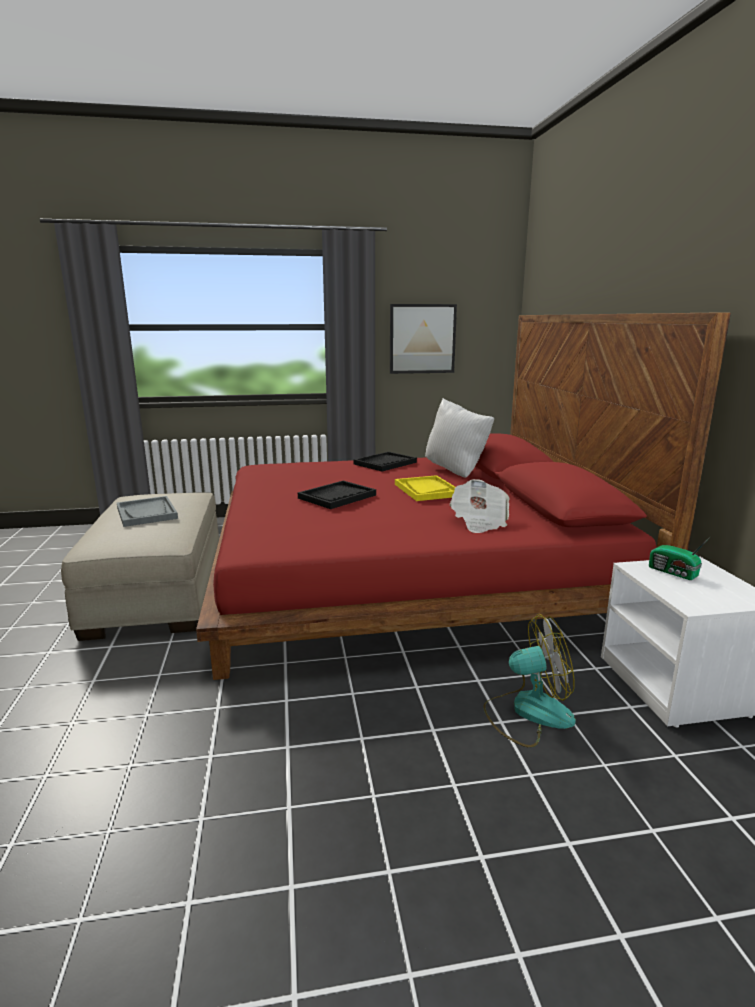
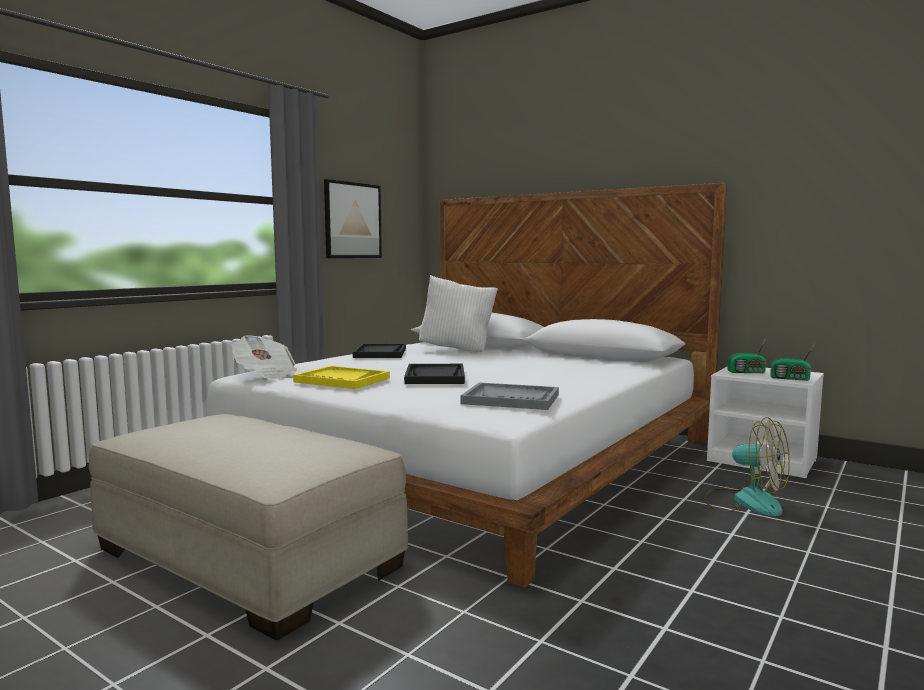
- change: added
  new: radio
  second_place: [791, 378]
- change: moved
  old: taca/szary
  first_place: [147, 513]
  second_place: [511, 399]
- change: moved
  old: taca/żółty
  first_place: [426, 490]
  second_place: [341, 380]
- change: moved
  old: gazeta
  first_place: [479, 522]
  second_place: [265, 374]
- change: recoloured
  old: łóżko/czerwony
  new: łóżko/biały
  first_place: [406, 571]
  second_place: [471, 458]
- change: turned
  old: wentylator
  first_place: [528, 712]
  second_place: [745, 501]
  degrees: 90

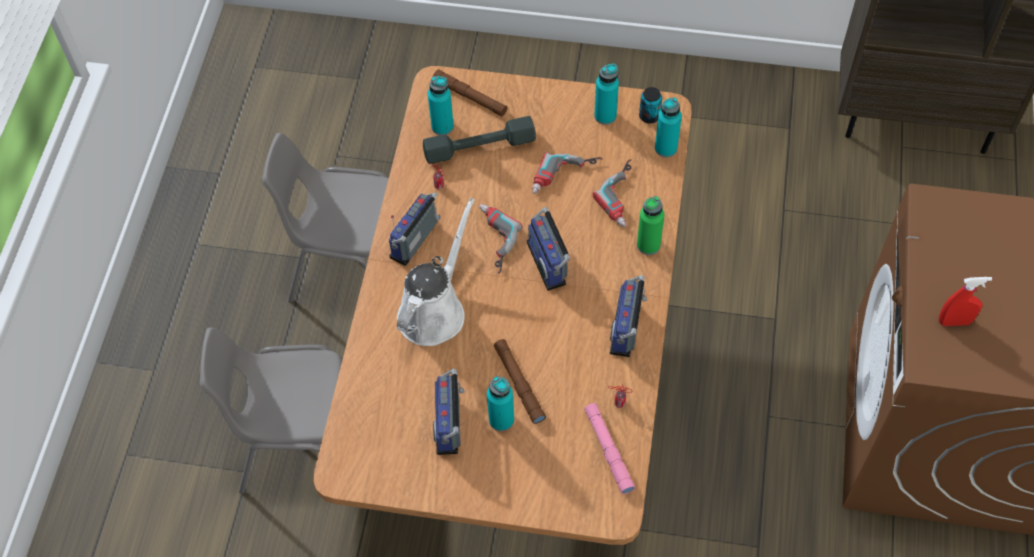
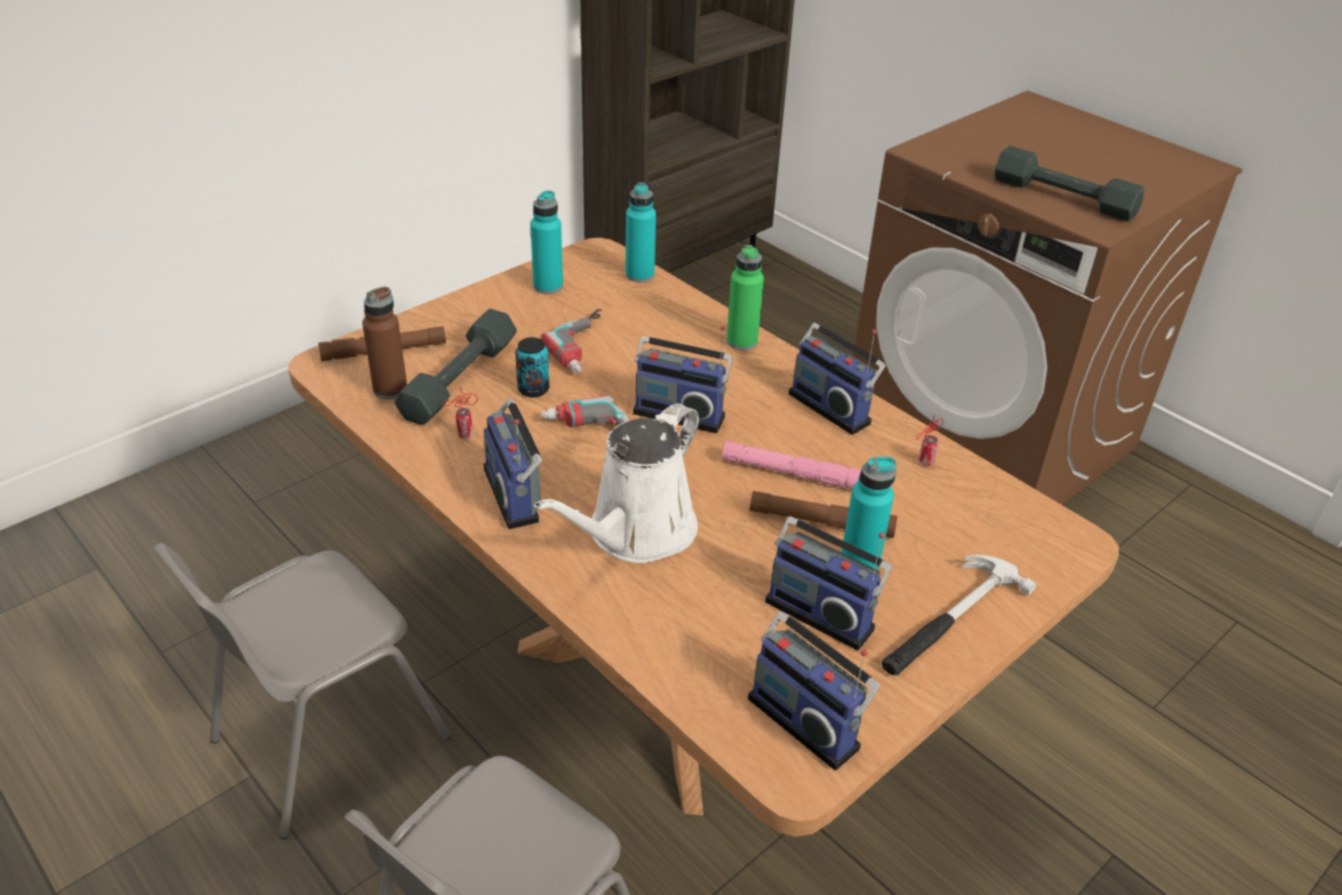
- change: removed
  old: wiertarka
  first_place: [625, 197]
- change: added
  new: radio
  second_place: [807, 719]
- change: added
  new: młotek
  second_place: [949, 620]
- change: moved
  old: latarka/różowy
  first_place: [608, 450]
  second_place: [790, 473]
- change: moved
  old: puszka
  first_place: [649, 116]
  second_place: [533, 389]
- change: replaced
  old: spryskiwacz/czerwony
  new: hantel/szary
  first_place: [954, 321]
  second_place: [1064, 197]
- change: recoloured
  old: butelka/turkusowy
  new: butelka/brązowy
  first_place: [442, 127]
  second_place: [390, 389]
- change: turned
  old: konewka/biały
  first_place: [434, 310]
  second_place: [635, 533]
  degrees: -120

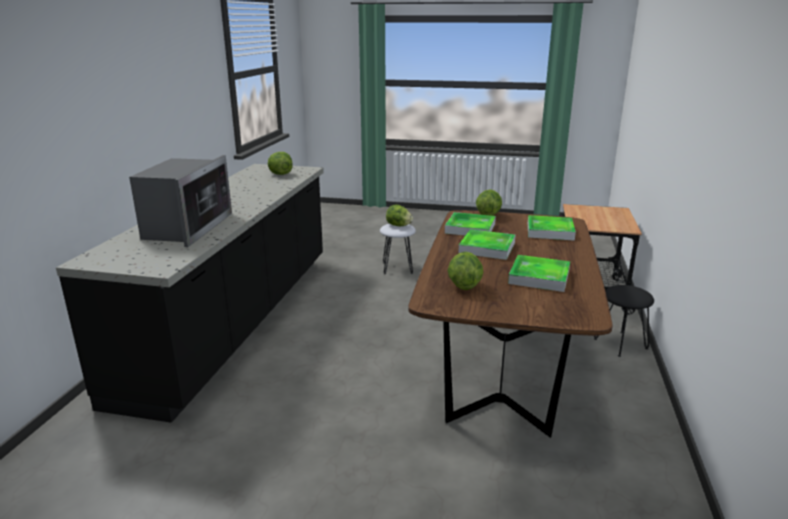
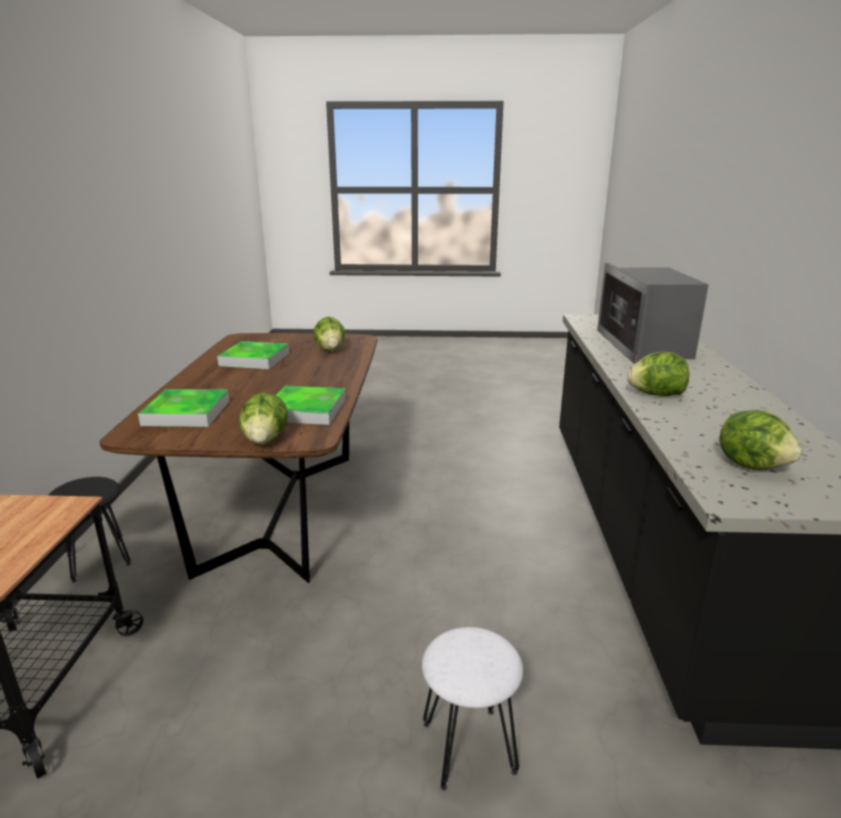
- change: removed
  old: taca
  first_place: [487, 248]
- change: moved
  old: sałata
  first_place: [398, 225]
  second_place: [655, 395]

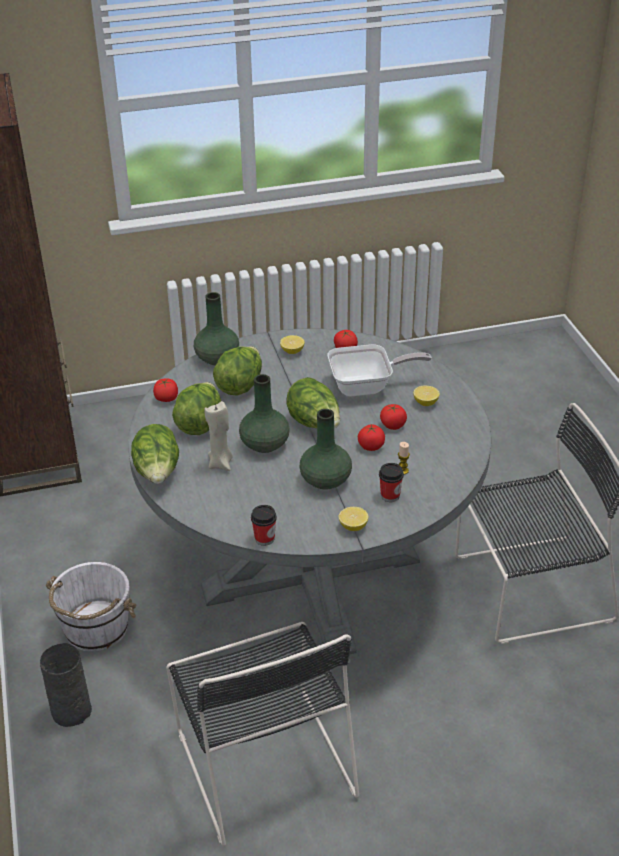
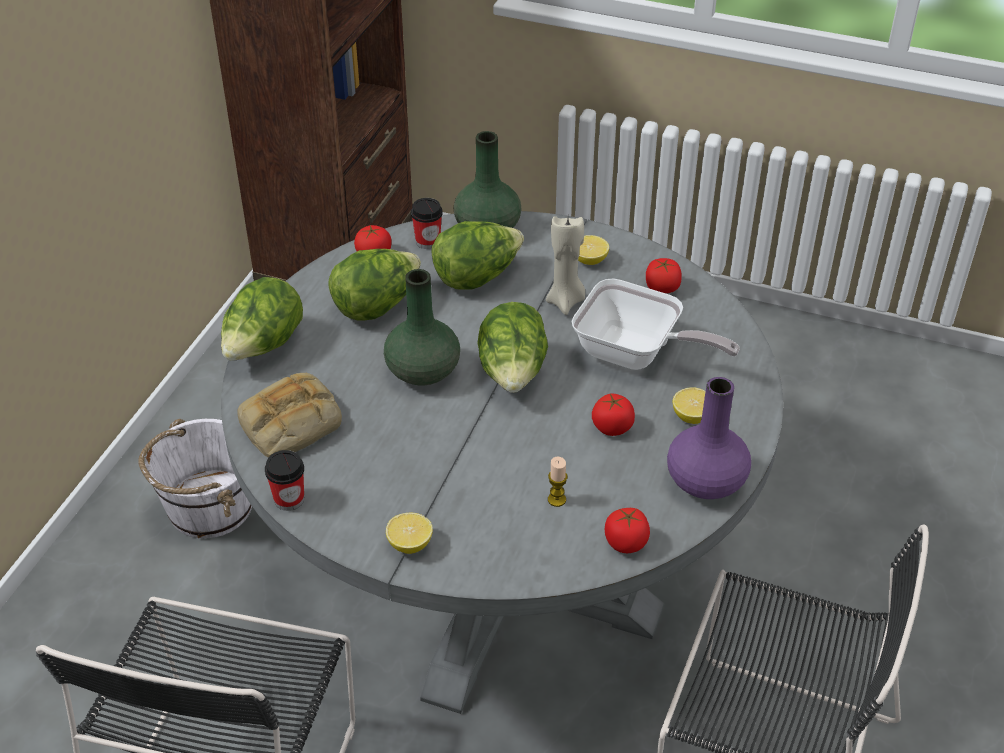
- change: removed
  old: wazon/szary
  first_place: [71, 710]
- change: removed
  old: wazon/zielony
  first_place: [325, 480]
- change: added
  new: chleb
  second_place: [290, 424]
- change: added
  new: wazon/fioletowy
  second_place: [706, 482]
- change: moved
  old: świeca/beżowy
  first_place: [221, 463]
  second_place: [566, 301]
- change: moved
  old: pomidor
  first_place: [371, 446]
  second_place: [626, 542]
- change: moved
  old: filiżanka
  first_place: [390, 496]
  second_place: [428, 241]

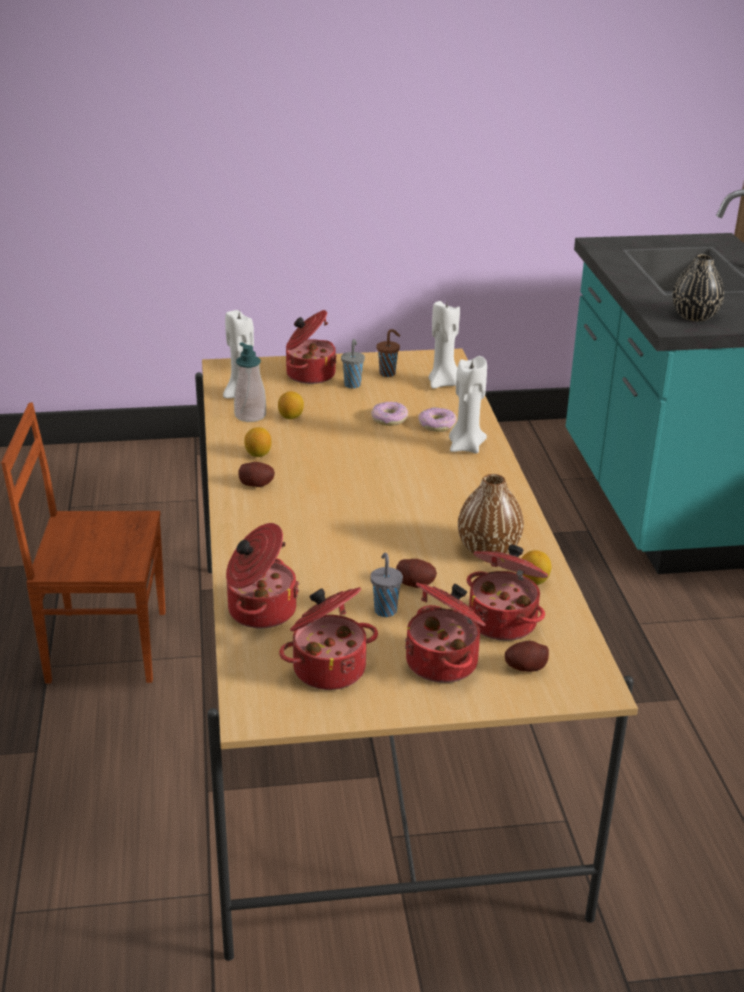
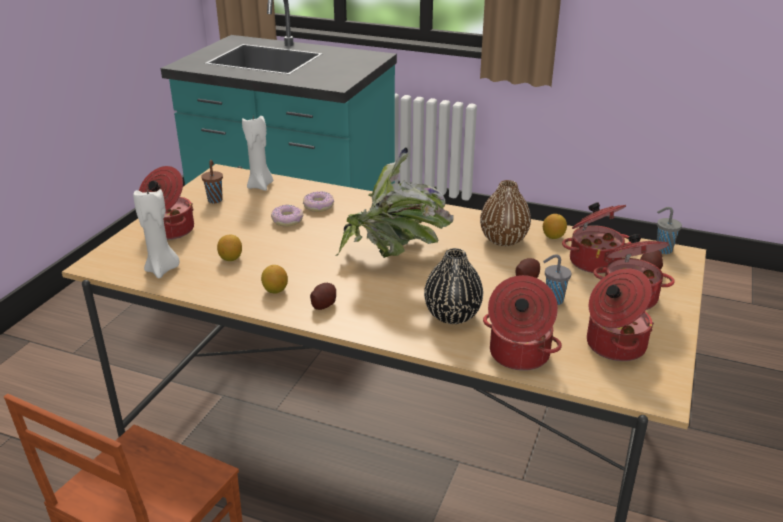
- change: removed
  old: dozownik mydła
  first_place: [250, 415]
- change: removed
  old: świeca/biały
  first_place: [465, 447]
- change: added
  new: roślina doniczkowa
  second_place: [393, 254]
- change: moved
  old: filiżanka/szary
  first_place: [352, 384]
  second_place: [662, 250]
- change: moved
  old: wazon/czarny
  first_place: [694, 316]
  second_place: [452, 315]

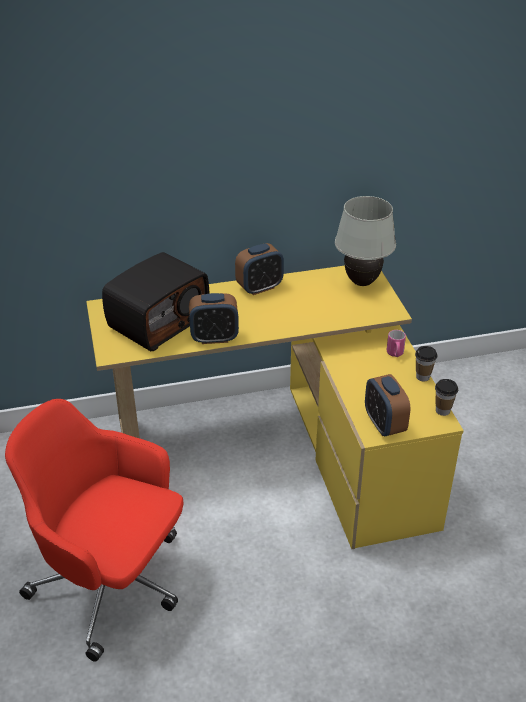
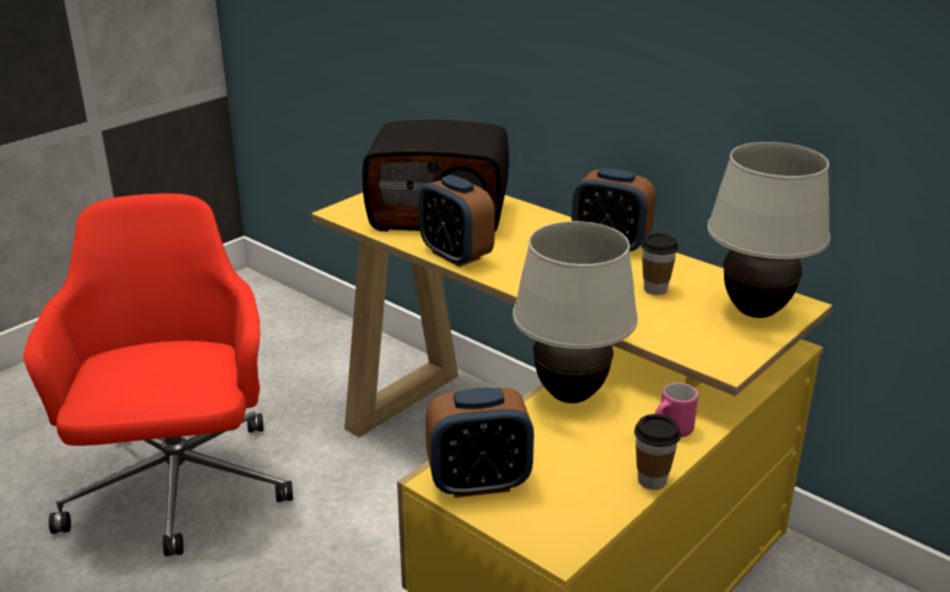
- change: added
  new: lampa stołowa/biały
  second_place: [570, 396]
- change: moved
  old: filiżanka
  first_place: [442, 410]
  second_place: [655, 289]
- change: turned
  old: budzik
  first_place: [384, 424]
  second_place: [479, 483]
  degrees: -135

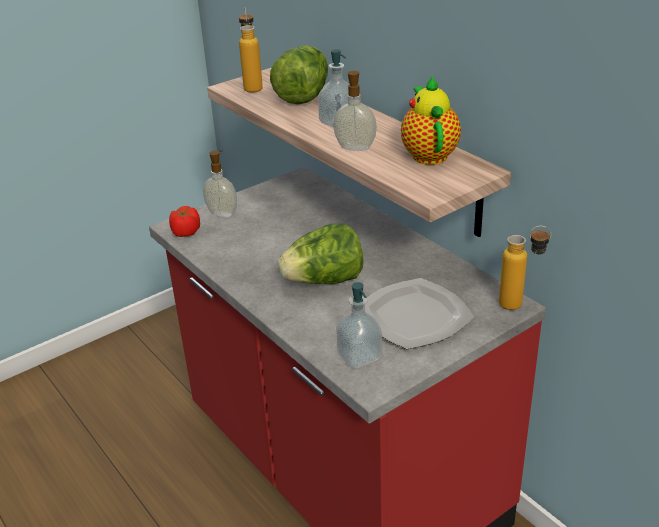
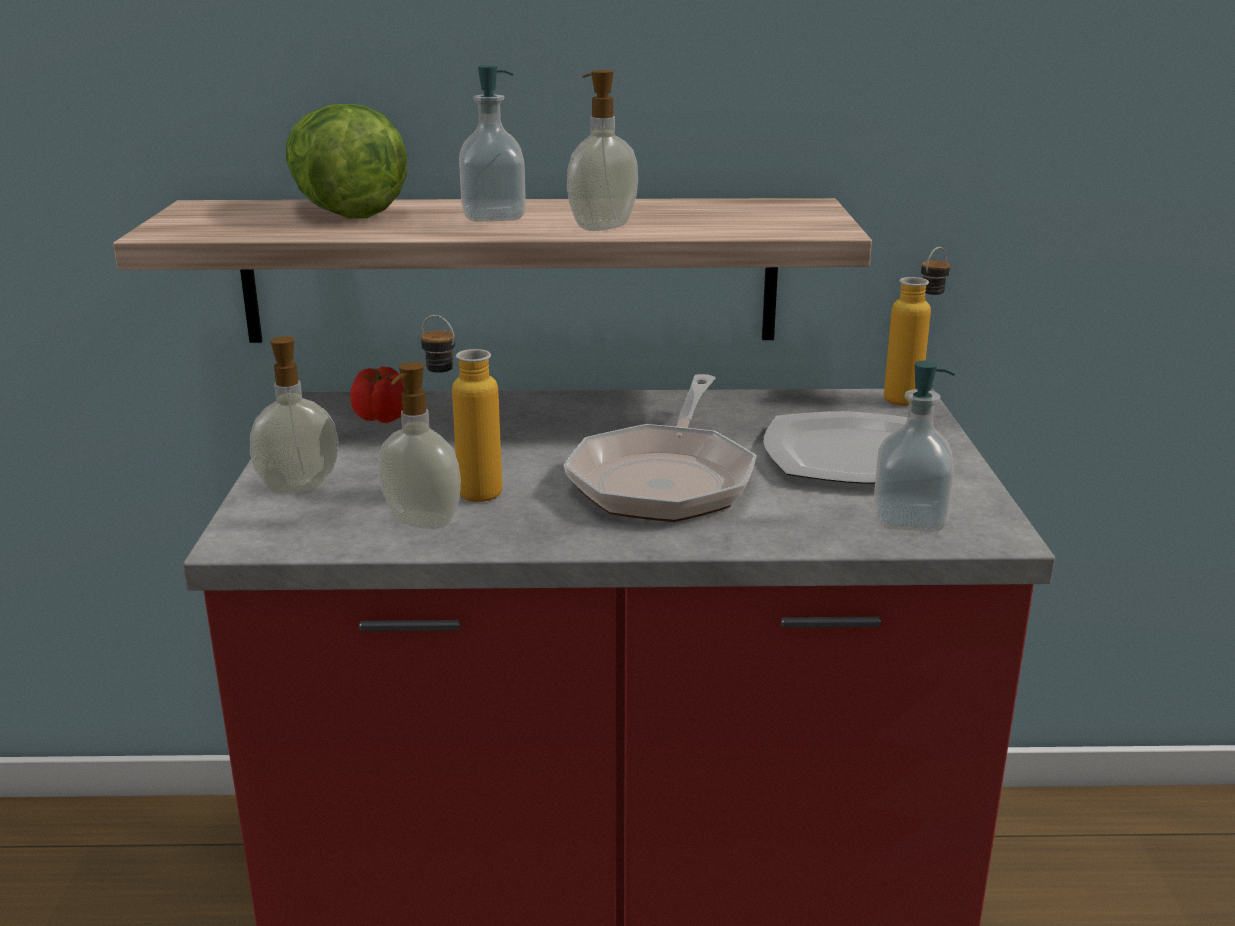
- change: removed
  old: imbryk
  first_place: [428, 154]
- change: added
  new: dozownik mydła
  second_place: [420, 523]
- change: moved
  old: pomidor
  first_place: [186, 232]
  second_place: [383, 417]
- change: moved
  old: butelka
  first_place: [252, 86]
  second_place: [464, 490]
- change: replaced
  old: sałata
  new: patelnia
  first_place: [324, 281]
  second_place: [665, 479]

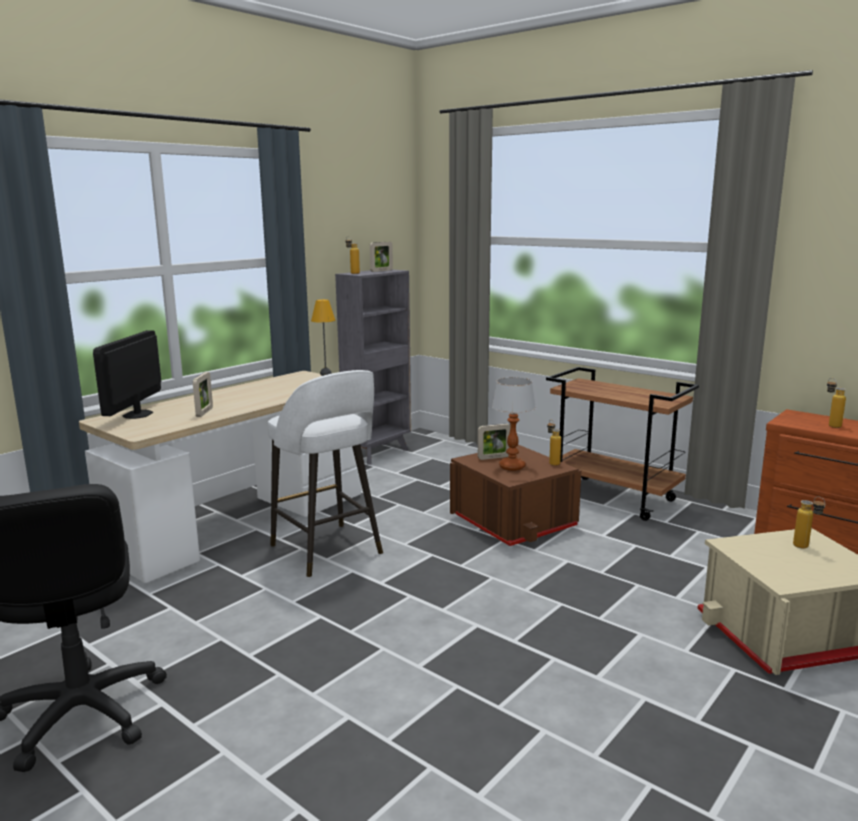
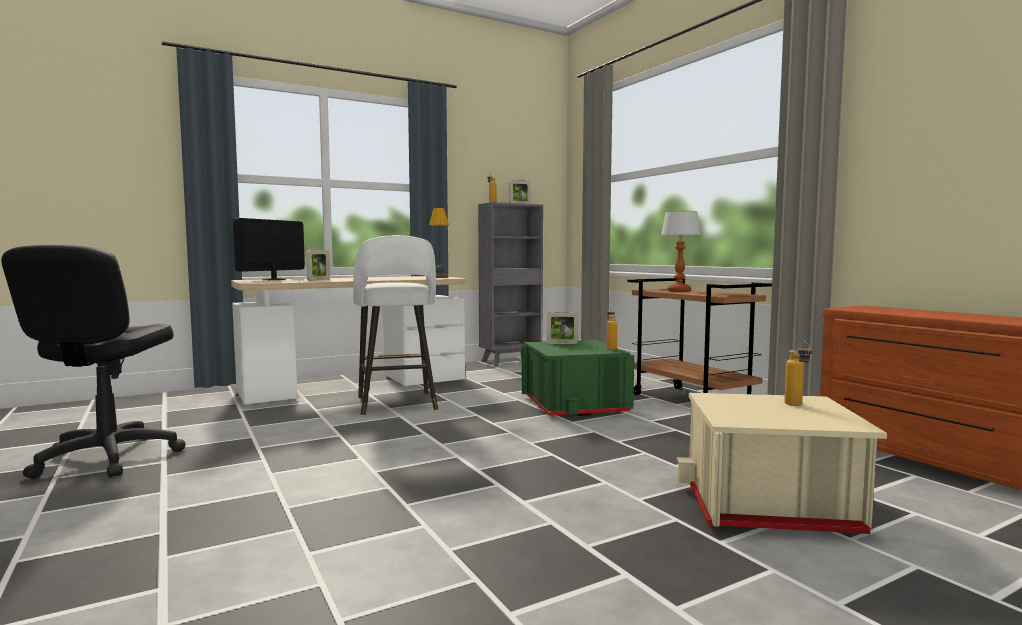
- change: removed
  old: butelka
  first_place: [830, 425]
- change: moved
  old: lampa stołowa
  first_place: [512, 467]
  second_place: [679, 291]
- change: recoloured
  old: pojemnik do przechowywania/brązowy
  new: pojemnik do przechowywania/zielony
  first_place: [513, 521]
  second_place: [575, 405]

